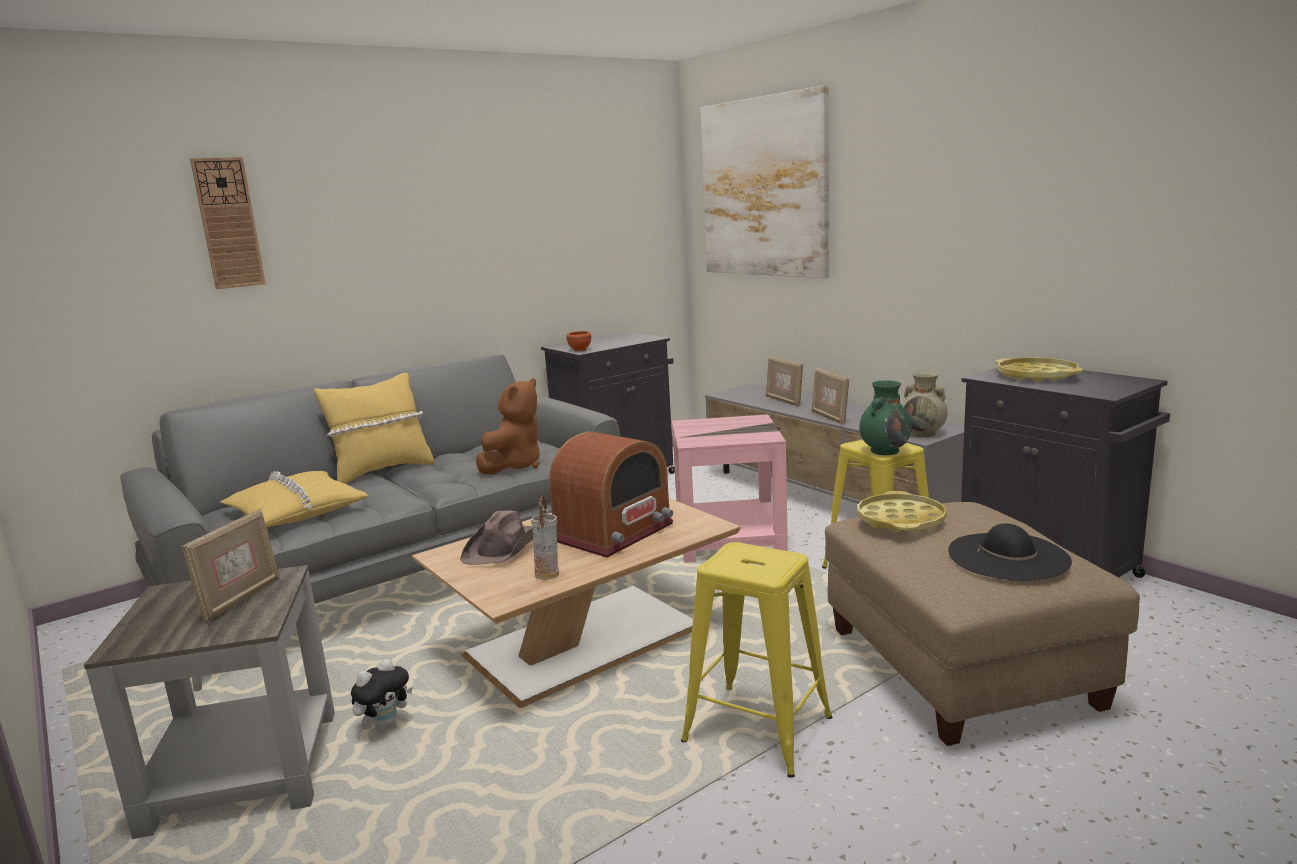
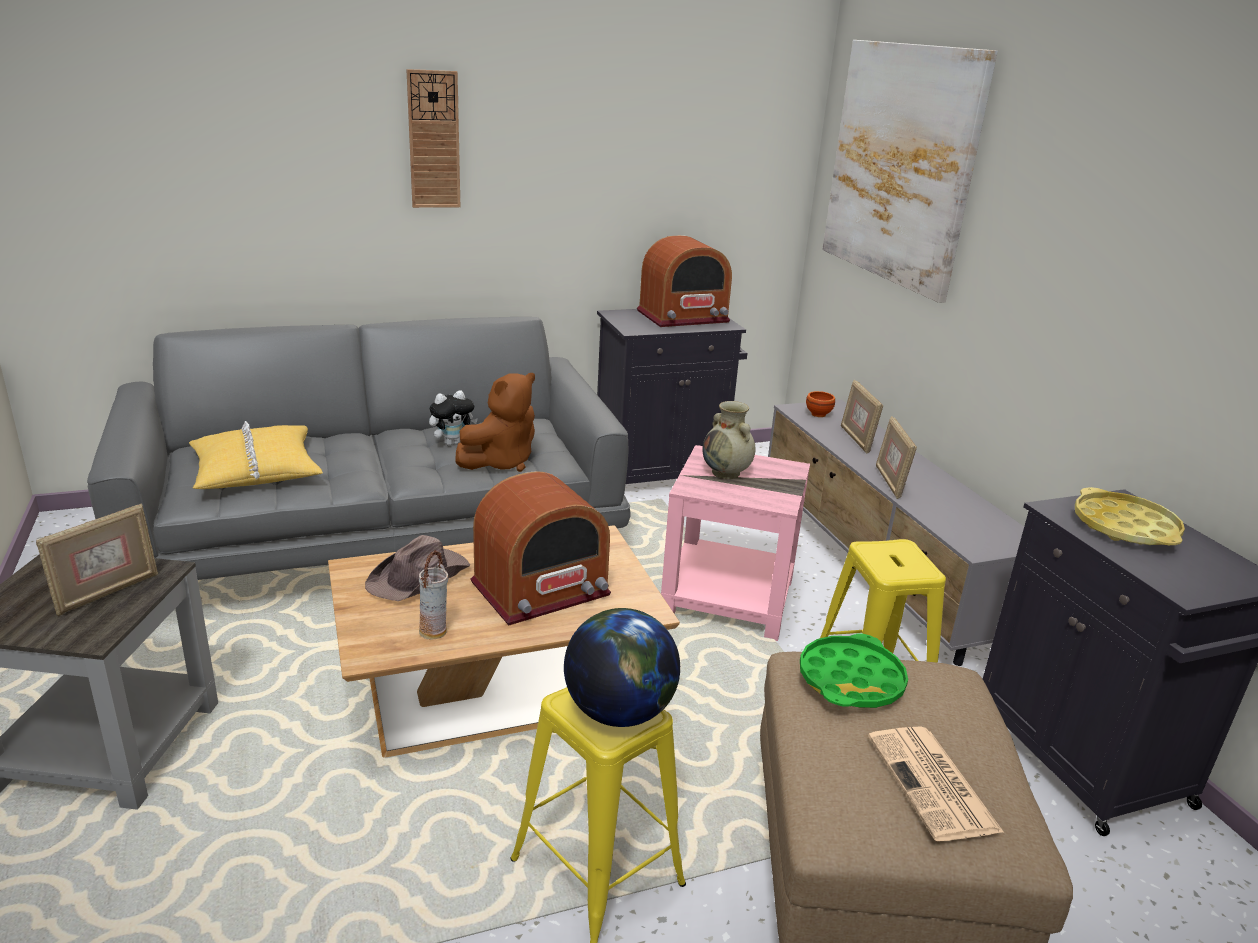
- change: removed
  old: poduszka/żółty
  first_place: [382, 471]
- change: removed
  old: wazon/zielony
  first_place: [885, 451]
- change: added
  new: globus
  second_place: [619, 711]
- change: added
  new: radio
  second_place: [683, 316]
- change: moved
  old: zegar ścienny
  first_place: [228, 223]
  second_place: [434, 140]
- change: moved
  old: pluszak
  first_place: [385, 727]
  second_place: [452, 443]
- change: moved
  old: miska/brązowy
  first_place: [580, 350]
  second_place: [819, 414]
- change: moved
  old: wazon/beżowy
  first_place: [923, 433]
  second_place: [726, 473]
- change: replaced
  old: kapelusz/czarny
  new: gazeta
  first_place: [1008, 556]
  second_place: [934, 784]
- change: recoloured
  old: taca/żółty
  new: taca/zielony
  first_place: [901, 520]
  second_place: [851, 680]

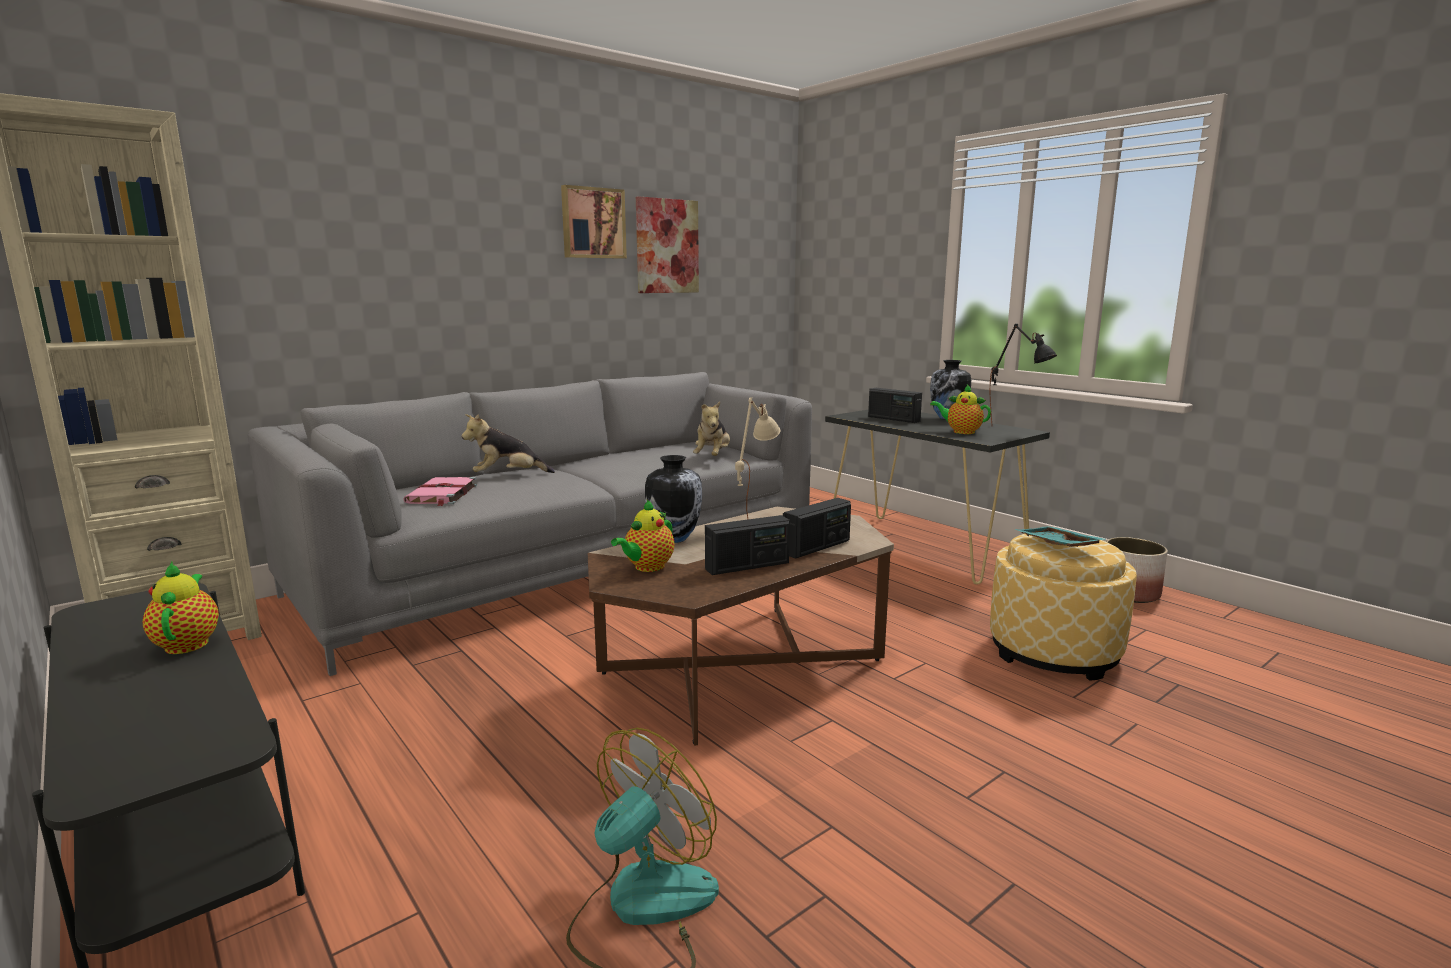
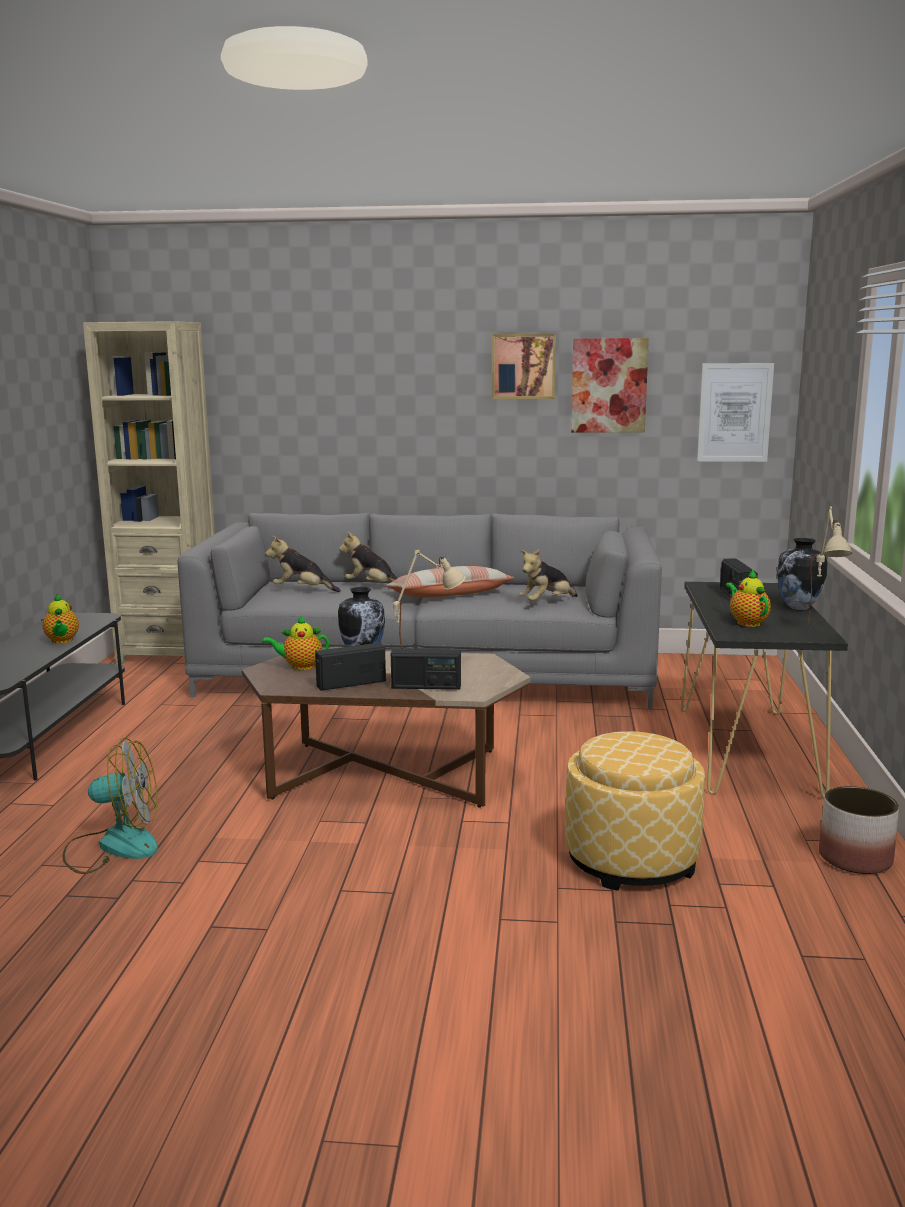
- change: removed
  old: taca/turkusowy
  first_place: [1056, 546]
- change: added
  new: poduszka
  second_place: [449, 595]
- change: added
  new: obraz
  second_place: [734, 412]
- change: replaced
  old: książka/różowy
  new: pluszak
  first_place: [441, 494]
  second_place: [302, 590]
- change: recoloured
  old: lampa stołowa/czarny
  new: lampa stołowa/beżowy
  first_place: [1016, 428]
  second_place: [823, 632]
- change: turned
  old: imbryk
  first_place: [188, 643]
  second_place: [62, 641]
  degrees: 135
- change: turned
  old: radio
  first_place: [747, 566]
  second_place: [351, 683]
  degrees: 135

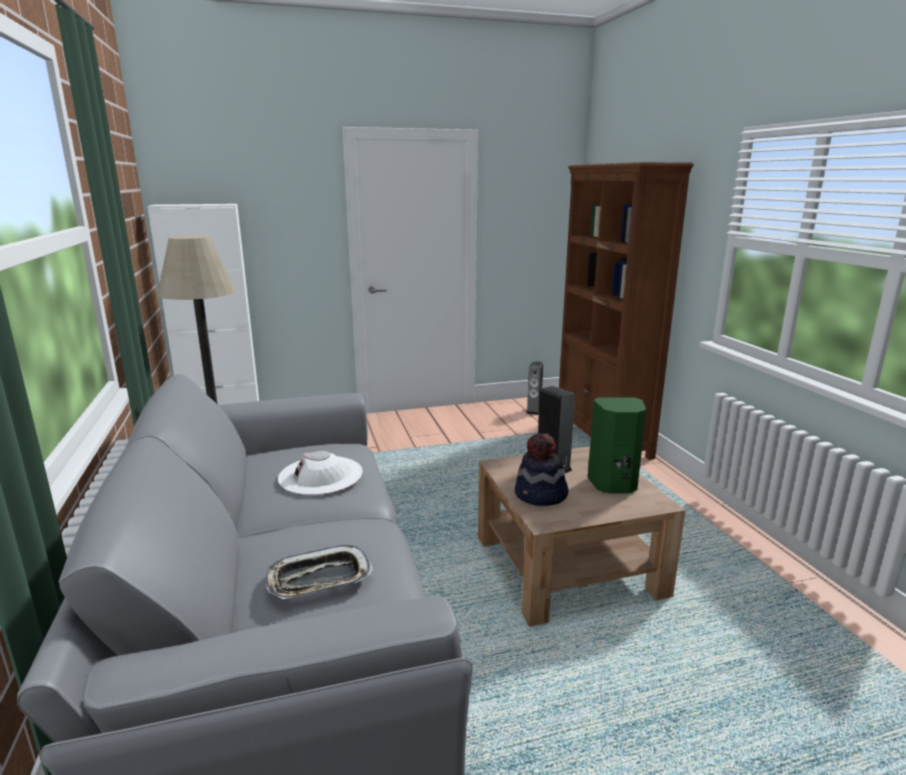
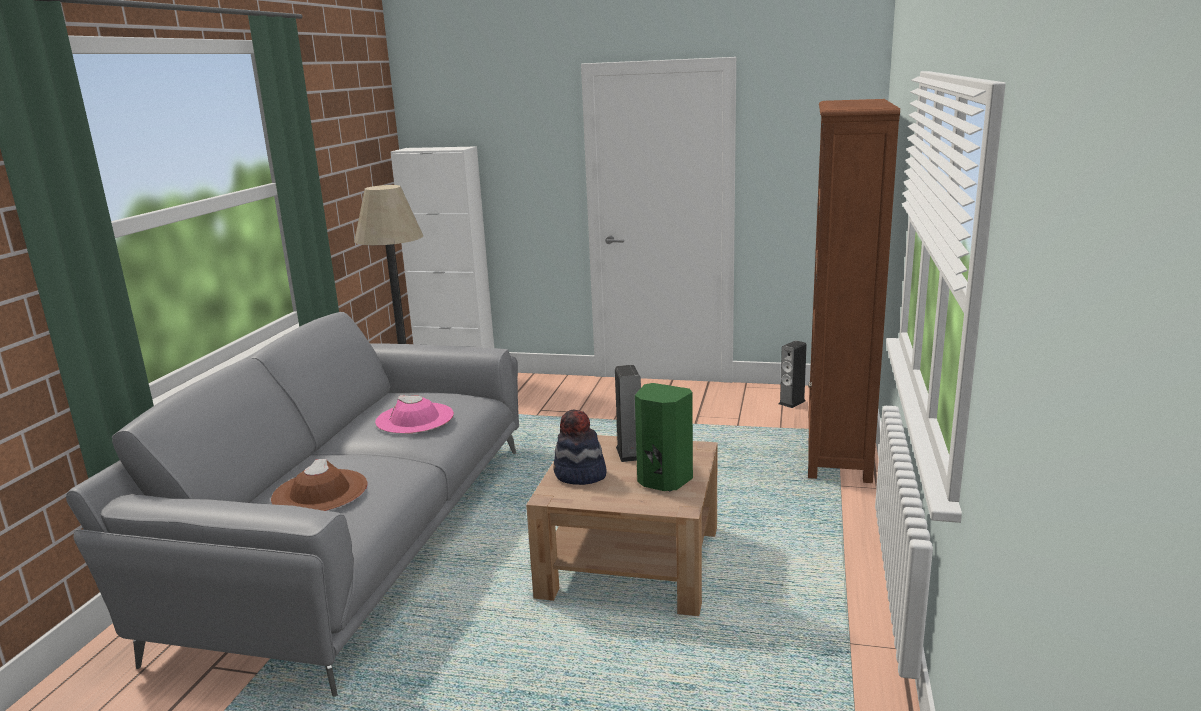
- change: replaced
  old: taca
  new: kapelusz/brązowy
  first_place: [319, 579]
  second_place: [320, 492]
- change: recoloured
  old: kapelusz/biały
  new: kapelusz/różowy
  first_place: [321, 475]
  second_place: [415, 418]

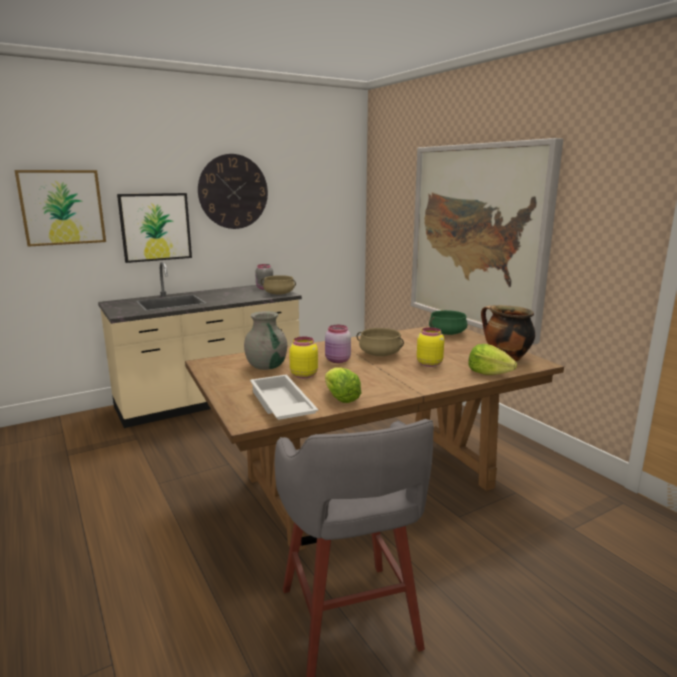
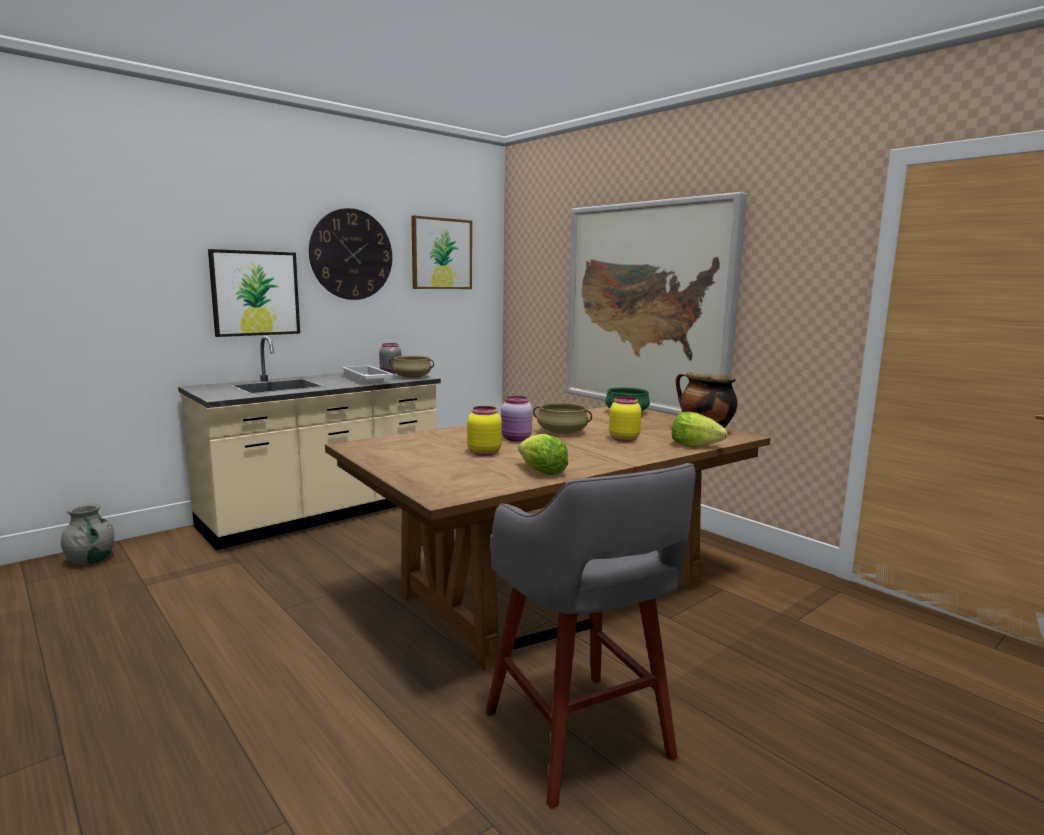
- change: moved
  old: obraz
  first_place: [62, 207]
  second_place: [441, 254]
- change: moved
  old: wazon/szary
  first_place: [266, 366]
  second_place: [91, 560]
- change: moved
  old: taca/biały
  first_place: [280, 406]
  second_place: [366, 380]

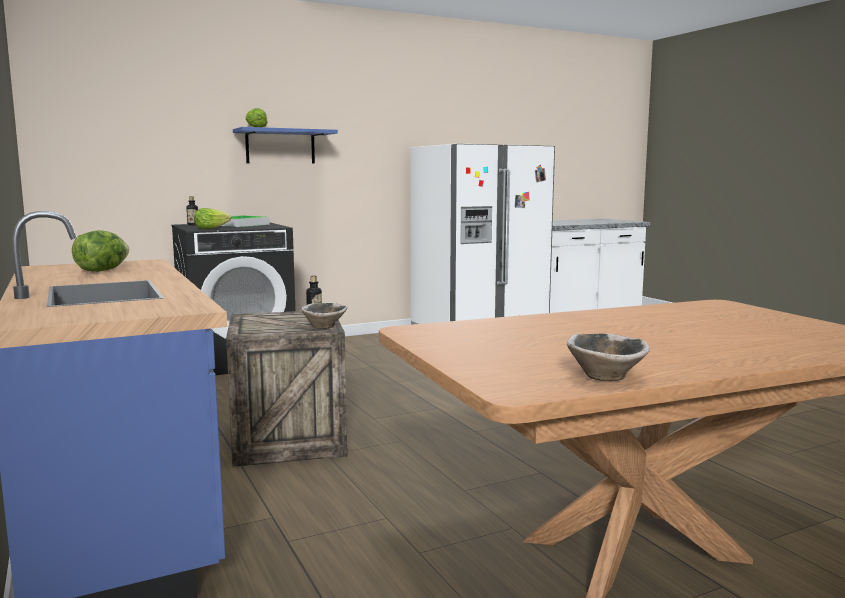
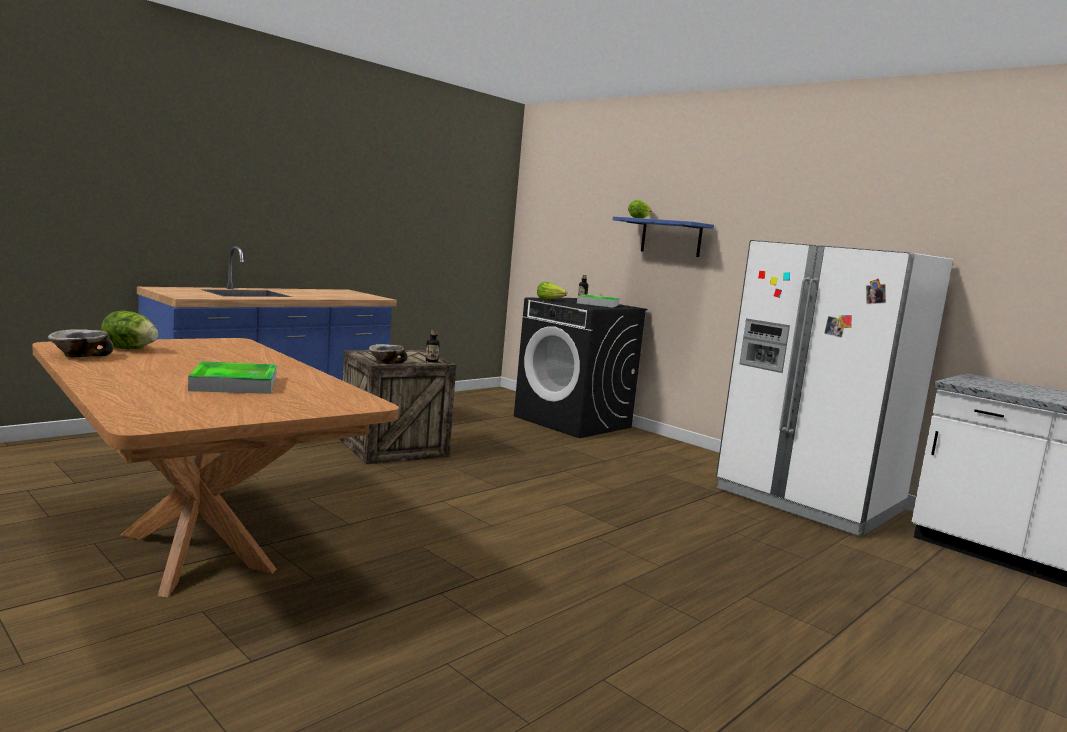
- change: added
  new: taca
  second_place: [234, 384]
- change: moved
  old: sałata
  first_place: [102, 271]
  second_place: [129, 349]

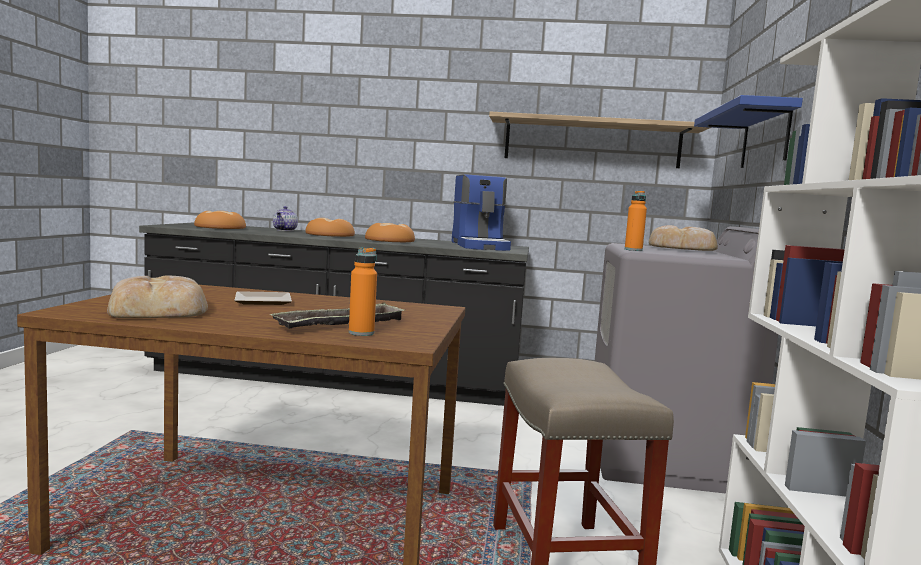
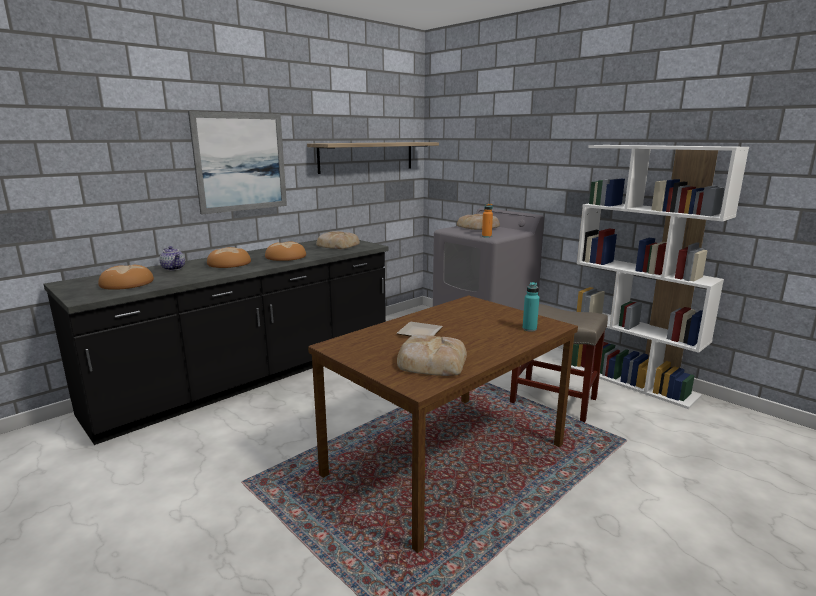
- change: removed
  old: taca
  first_place: [341, 324]
- change: removed
  old: półka/niebieski
  first_place: [765, 138]
- change: added
  new: obraz
  second_place: [241, 162]
- change: replaced
  old: ekspres do kawy
  new: chleb
  first_place: [481, 246]
  second_place: [337, 245]
- change: recoloured
  old: butelka/pomarańczowy
  new: butelka/turkusowy
  first_place: [361, 333]
  second_place: [529, 329]

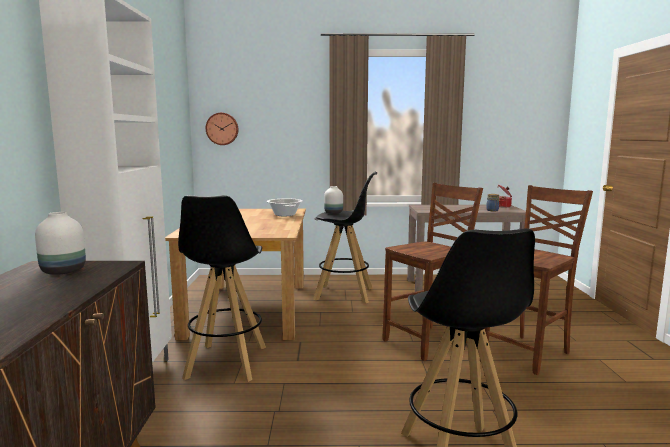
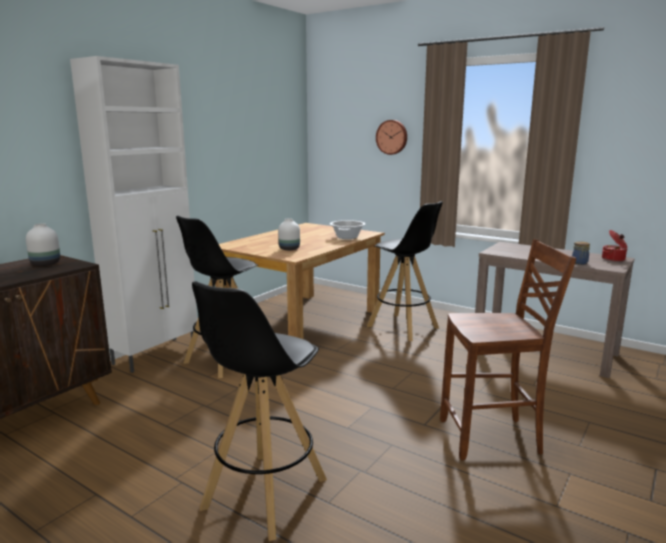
- change: removed
  old: krzesło/brązowy
  first_place: [428, 342]
- change: moved
  old: zegar ścienny
  first_place: [222, 129]
  second_place: [392, 137]
- change: moved
  old: wazon/biały
  first_place: [334, 213]
  second_place: [289, 249]

